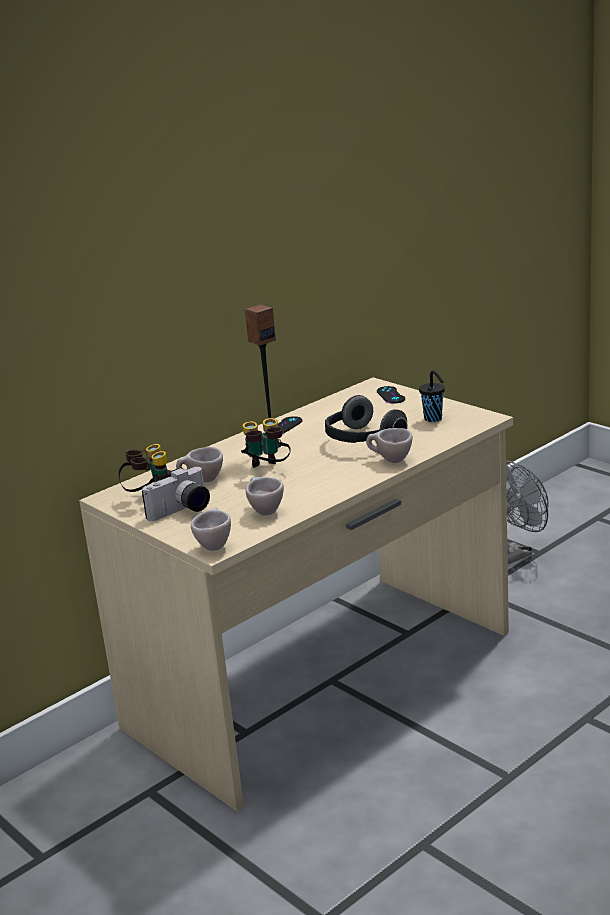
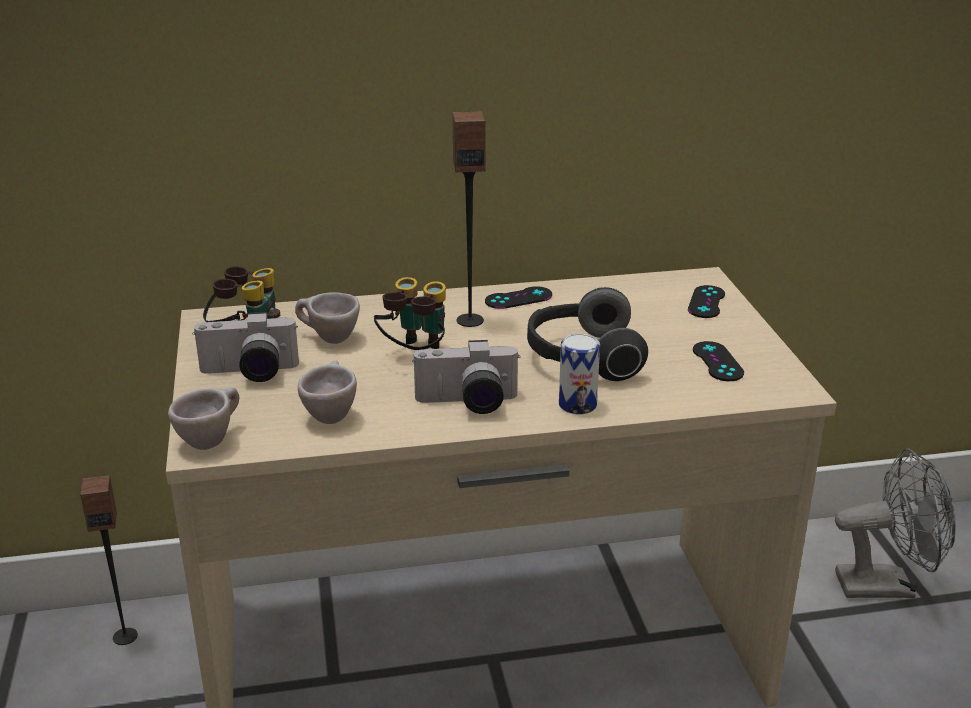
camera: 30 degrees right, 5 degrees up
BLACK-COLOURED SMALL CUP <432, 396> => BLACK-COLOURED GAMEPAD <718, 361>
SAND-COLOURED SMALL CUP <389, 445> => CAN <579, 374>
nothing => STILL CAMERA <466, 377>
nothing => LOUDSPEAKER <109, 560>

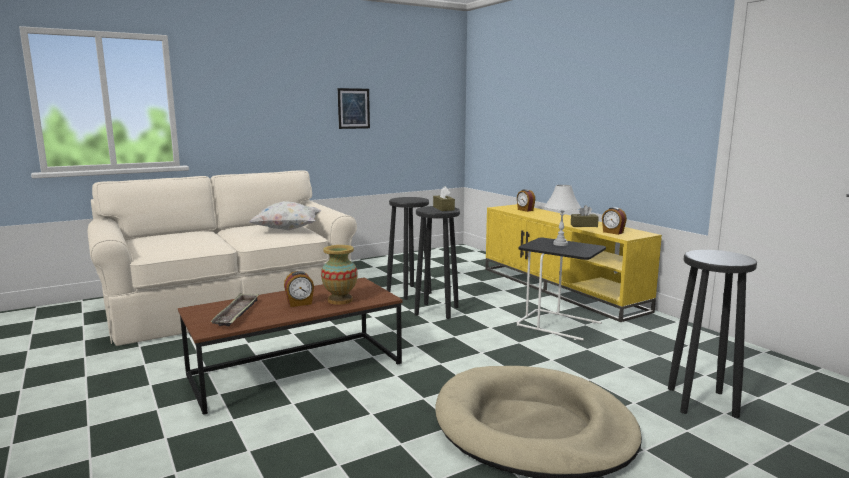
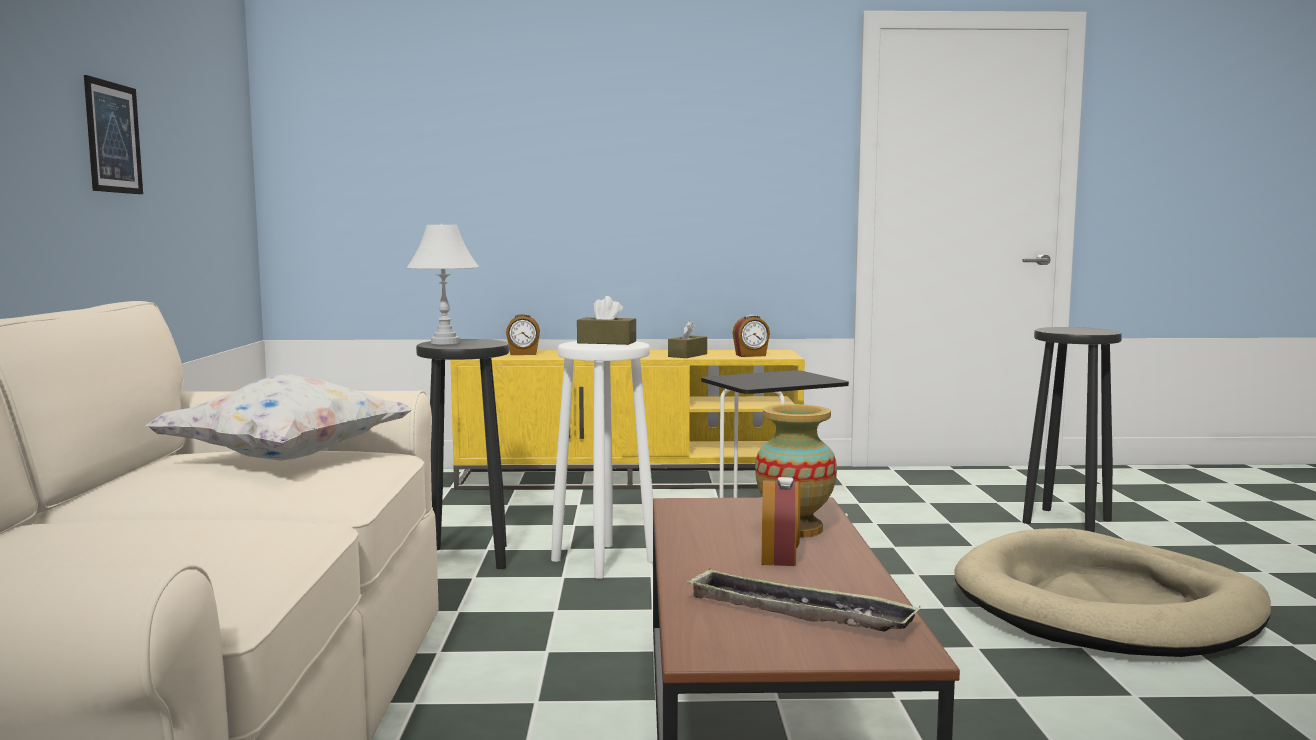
camera: 60 degrees left, 5 degrees down
WHITISH TABLETOP LAMP <562, 215> => WHITISH TABLETOP LAMP <443, 284>, moved
BLACK-COLOURED STOOL <437, 262> => WHITISH STOOL <602, 460>

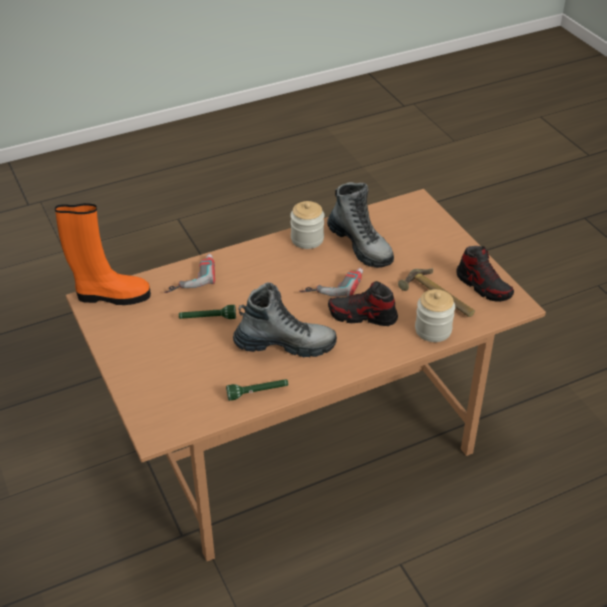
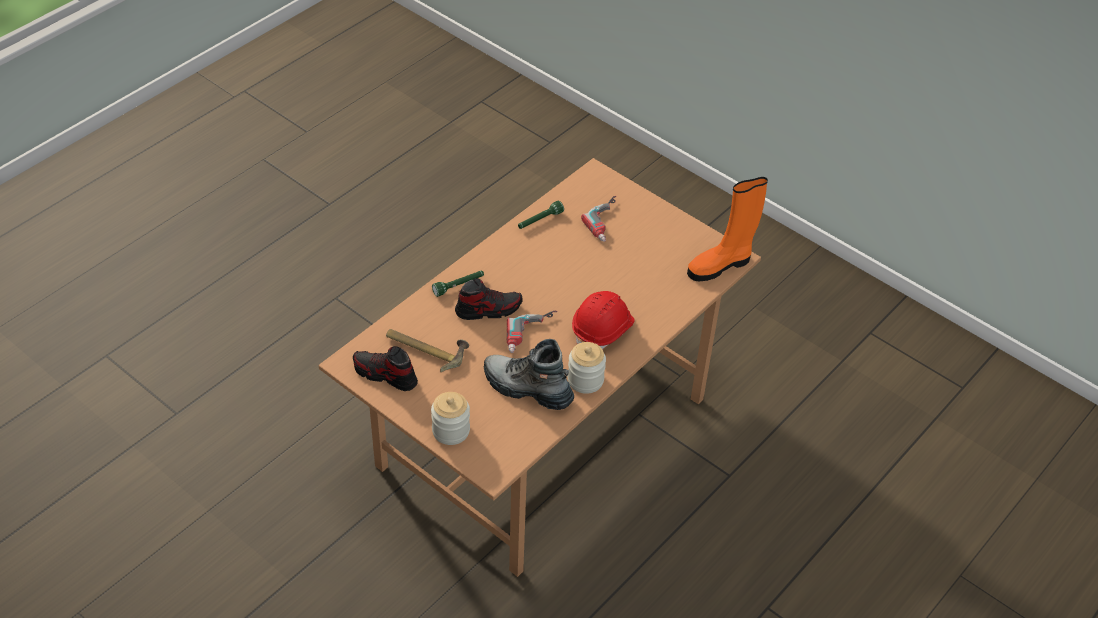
camera: 155 degrees right, 5 degrees up
POWER DRILL <189, 273> => POWER DRILL <598, 219>, moved
HIGH-TOP BOOT <285, 319> => nothing
PRESERVE JAR <435, 315> => PRESERVE JAR <450, 418>, moved
GREEN-COLOURED FLASHLIGHT <207, 312> => GREEN-COLOURED FLASHLIGHT <458, 284>, moved
nothing => REDDISH HARD HAT <603, 320>

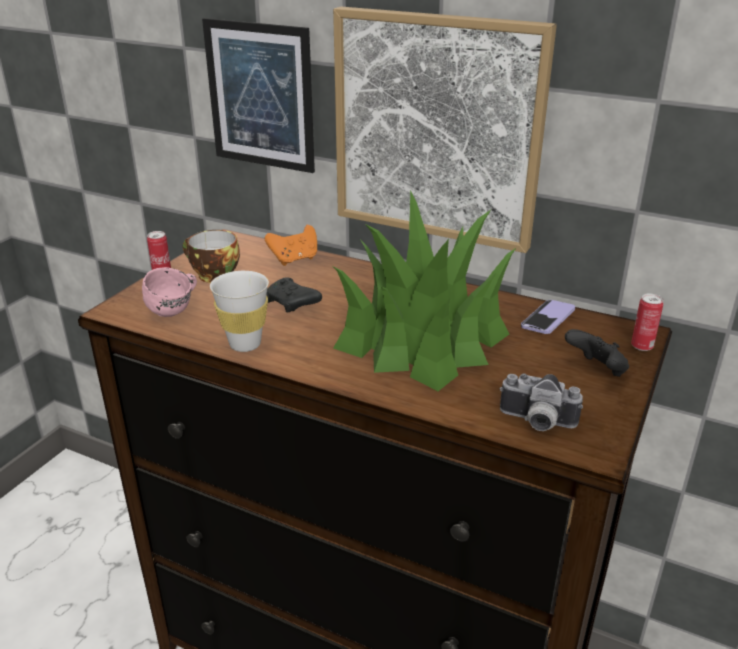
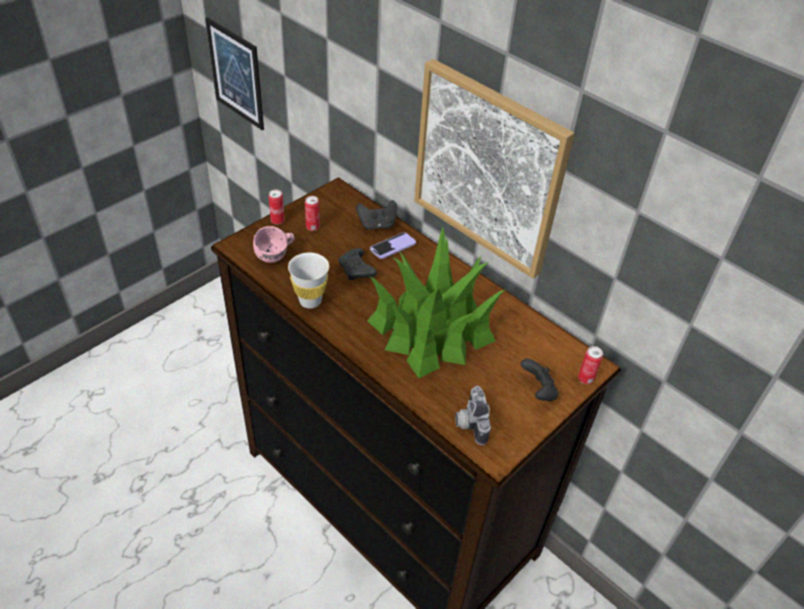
camera: 15 degrees right, 15 degrees up
WALL ART <258, 95> => WALL ART <234, 73>, moved
ORANGE GAMEPAD <291, 245> => BLACK-COLOURED GAMEPAD <376, 215>
SMALL CUP <211, 256> => CAN <312, 213>
PHONE <548, 317> => PHONE <393, 245>, moved
STILL CAMERA <541, 402> => STILL CAMERA <473, 415>, 45 degrees clockwise

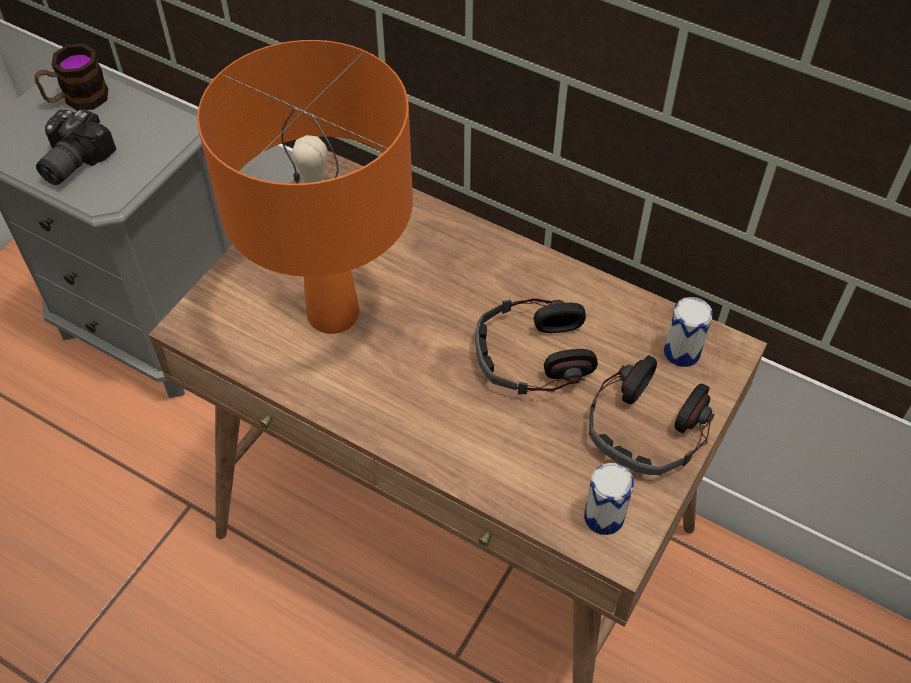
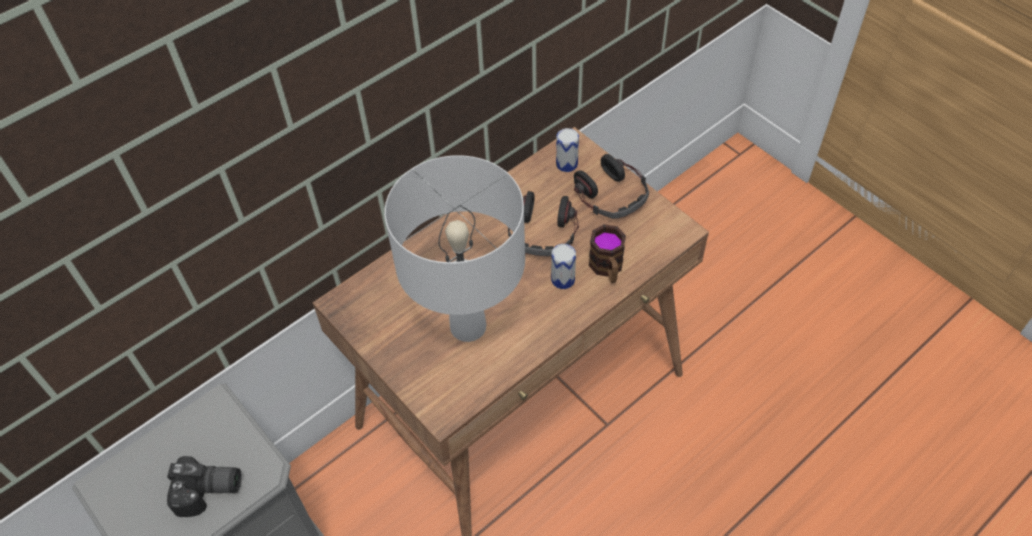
camera: 70 degrees left, 0 degrees up
ORANGE TABLETOP LAMP <305, 187> => WHITISH TABLETOP LAMP <454, 248>
TEA MUG <71, 77> => TEA MUG <607, 253>, moved
STILL CAMERA <76, 147> => STILL CAMERA <204, 486>, 45 degrees counterclockwise
CAN <609, 499> => CAN <563, 266>, moved

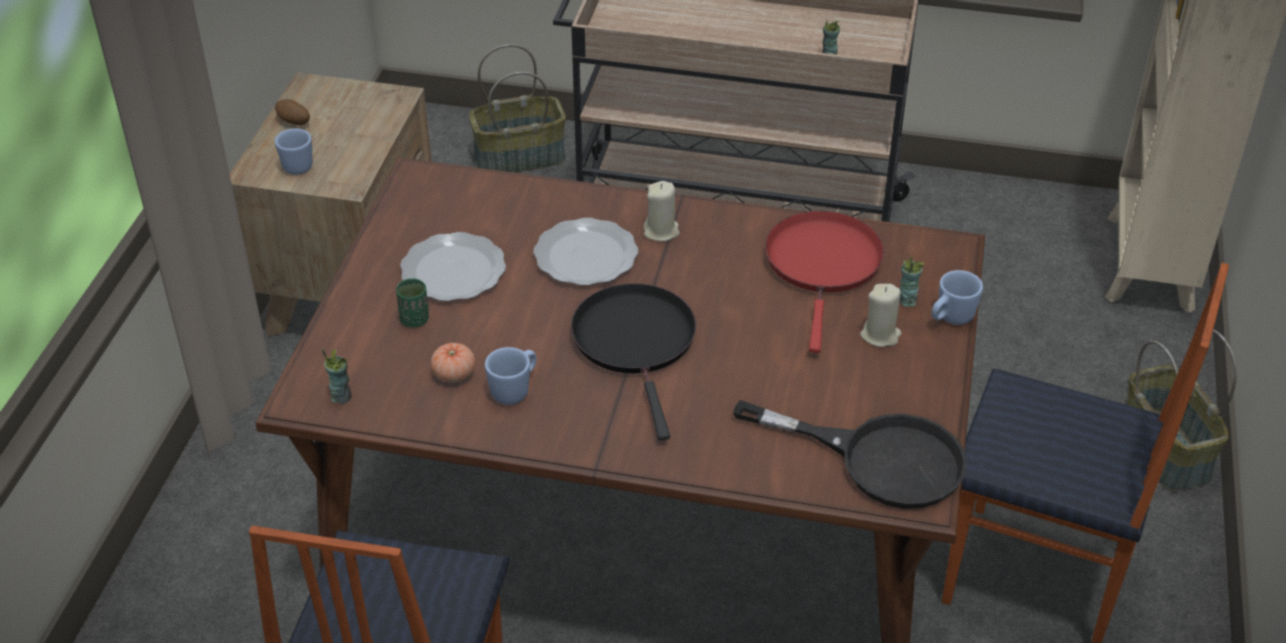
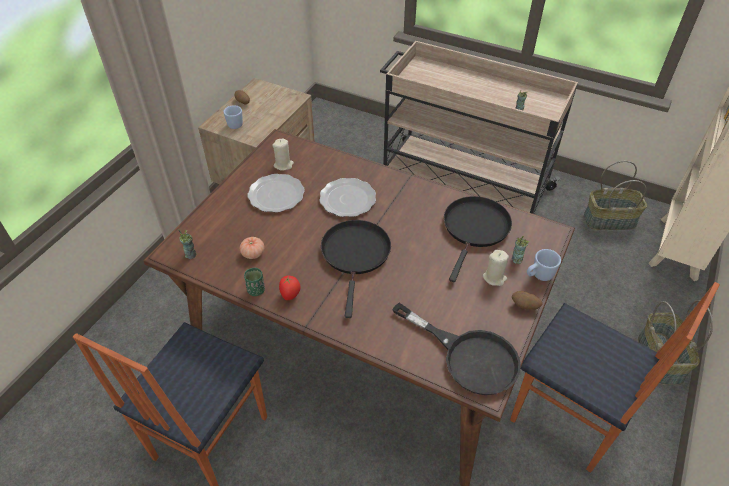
camera: 15 degrees right, 5 degrees up
BASKET <517, 108> => BASKET <615, 195>, moved
SAND-COLOURED WAX CANDLE <662, 211> => SAND-COLOURED WAX CANDLE <283, 155>, moved
REDDISH PAN <824, 282> => BLACK-COLOURED PAN <478, 239>
GREEN-COLOURED SMALL CUP <412, 302> => GREEN-COLOURED SMALL CUP <254, 282>, moved
BLUE-COLOURED TEA MUG <511, 376> => nothing
nothing => TOMATO <290, 287>
nothing => SPUD <527, 300>

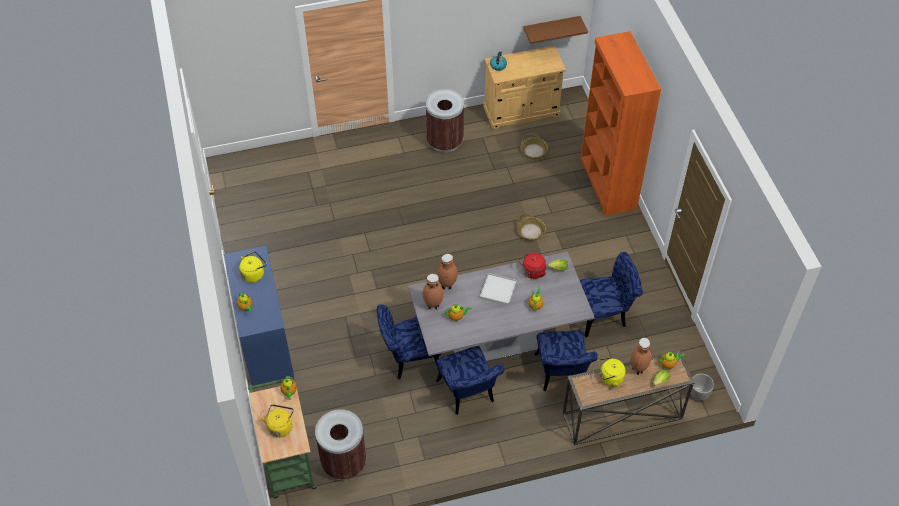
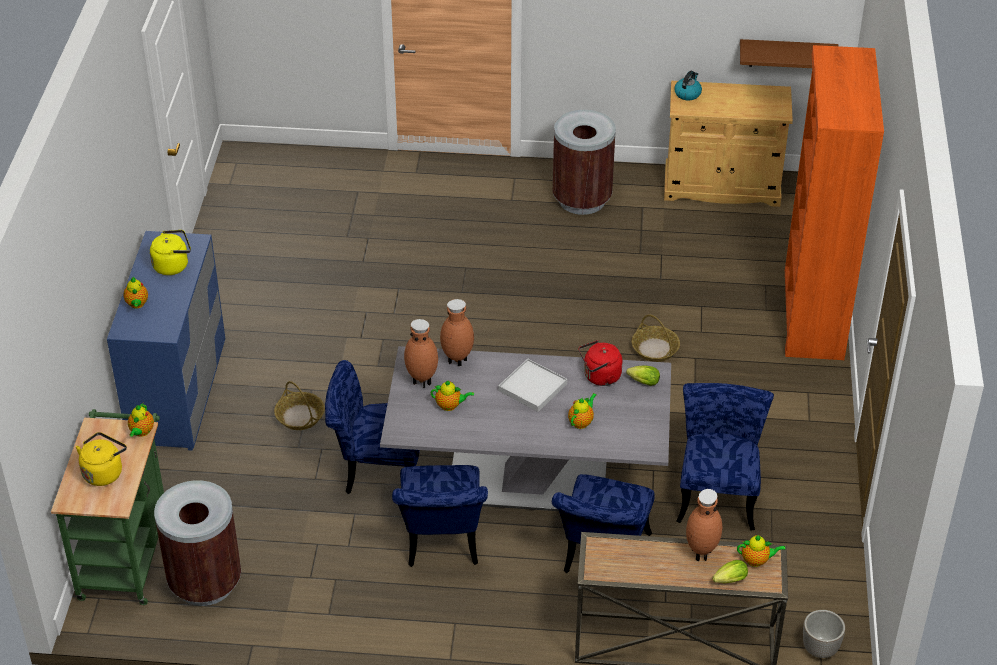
camera: 20 degrees right, 10 degrees down
BASKET <534, 146> => BASKET <299, 405>, moved
BLUE-COLOURED PLAIN CHAIR <611, 294> => BLUE-COLOURED PLAIN CHAIR <725, 457>, 90 degrees counterclockwise
YELLOW-COLOURED KETTLE <612, 372> => nothing

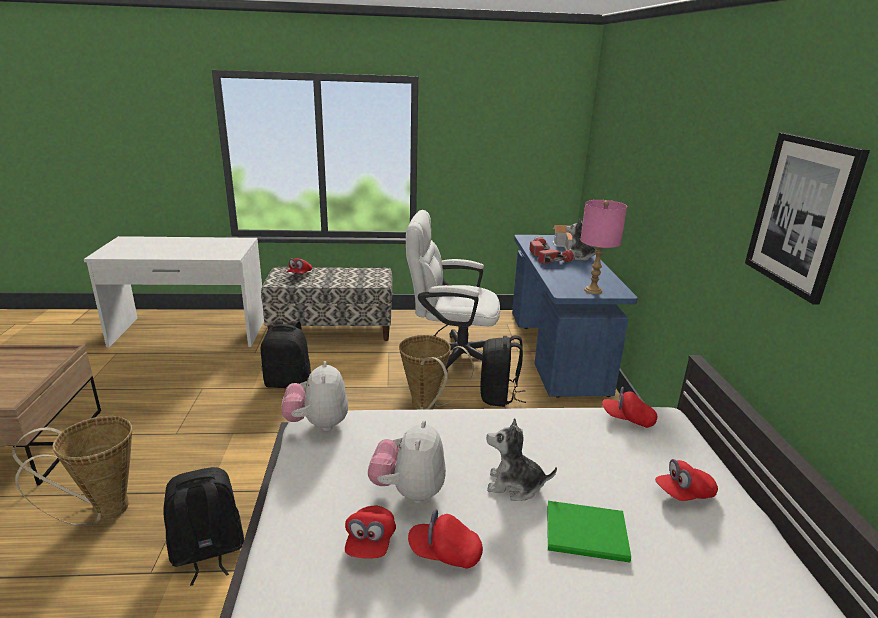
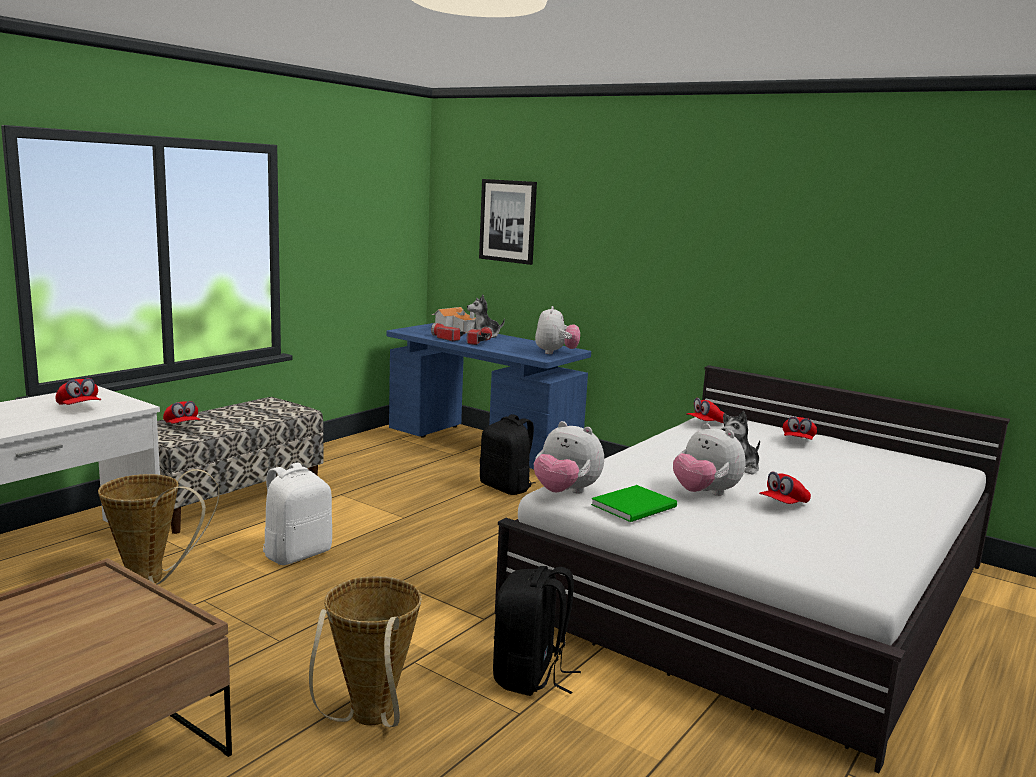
camera: 50 degrees left, 10 degrees down
WALL ART <807, 218> => WALL ART <508, 222>, moved
PINK TABLETOP LAMP <603, 247> => PLUSH TOY <557, 330>
WHITISH OFFICE CHAIR <453, 291> => nothing
BLACK-COLOURED RUCKSACK <286, 354> => WHITISH RUCKSACK <297, 513>
BASKET <436, 372> => BASKET <159, 526>, moved
GREEN-COLOURED BOUND BOOK <589, 532> => GREEN-COLOURED BOUND BOOK <634, 503>, moved
REDDISH PEAKED CAP <370, 532> => REDDISH PEAKED CAP <78, 391>, moved

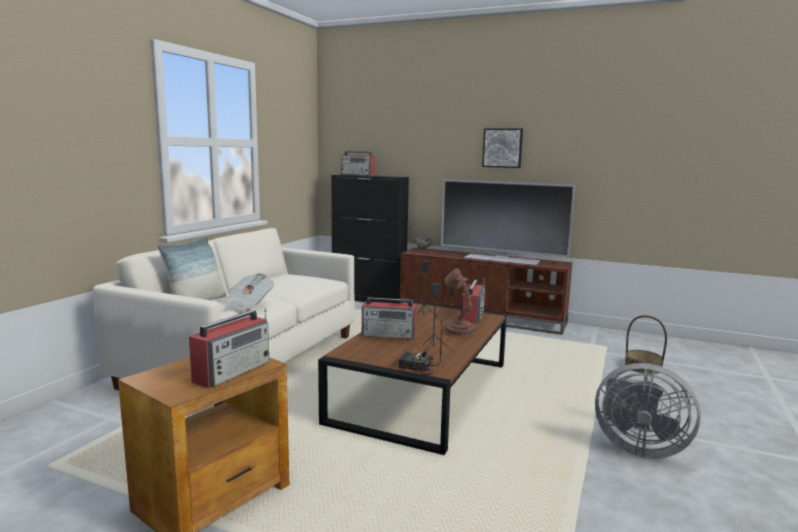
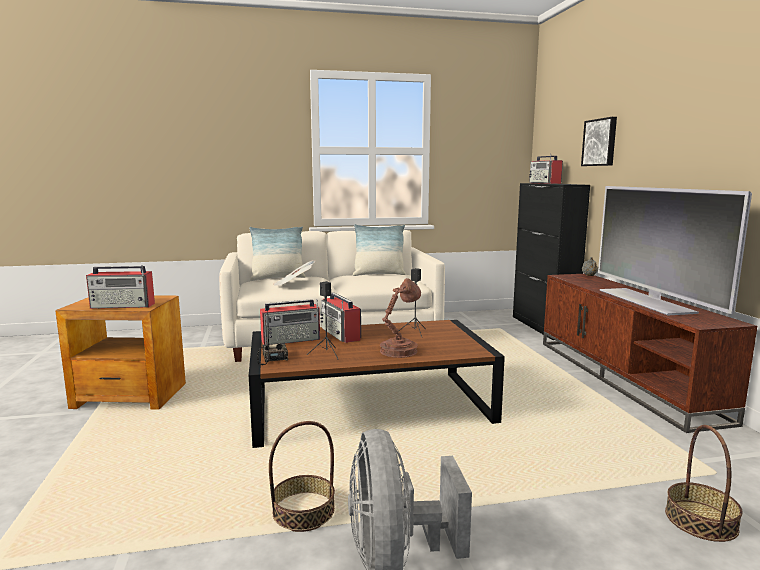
camera: 55 degrees right, 0 degrees up
WALL ART <502, 148> => WALL ART <599, 141>, moved
RADIO <474, 301> => RADIO <290, 322>, moved
nothing => CUSHION <379, 250>
nothing => BASKET <302, 476>

